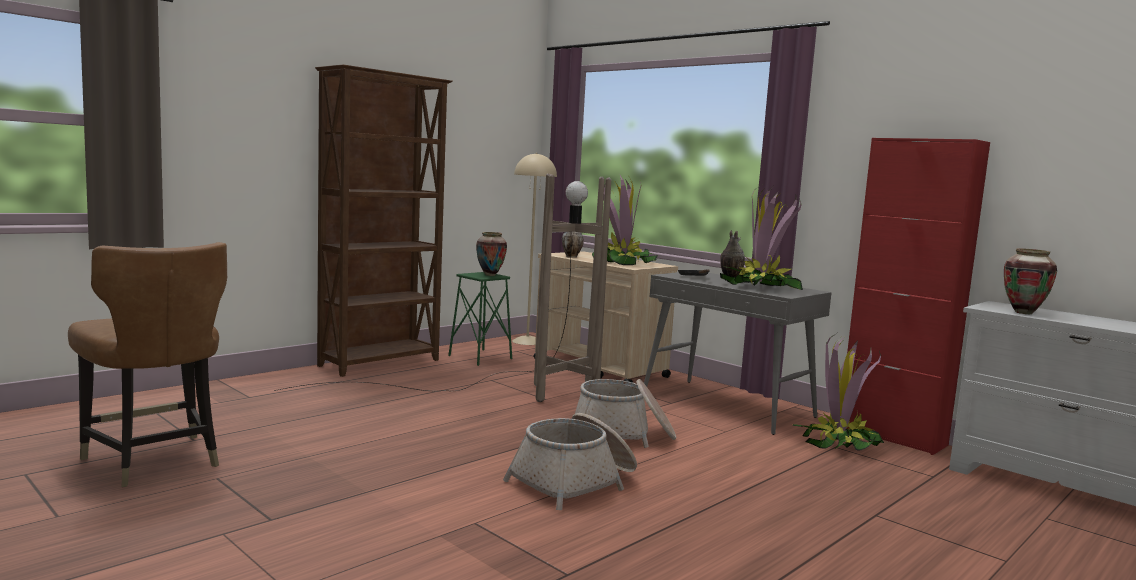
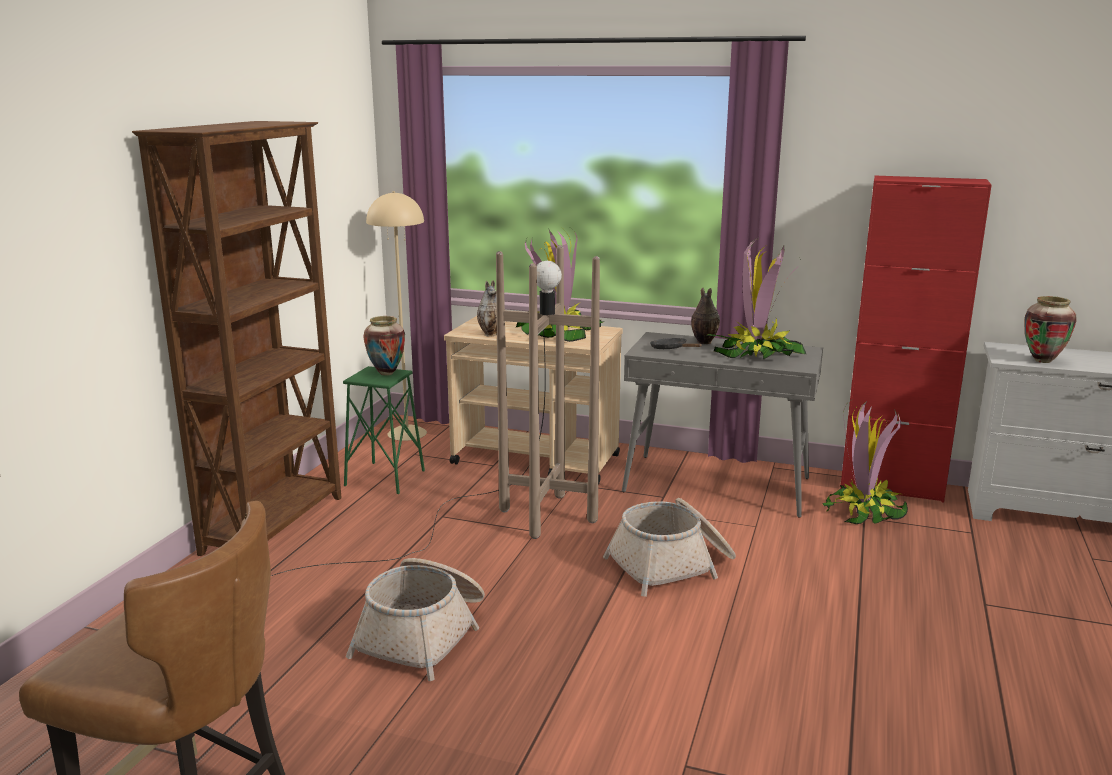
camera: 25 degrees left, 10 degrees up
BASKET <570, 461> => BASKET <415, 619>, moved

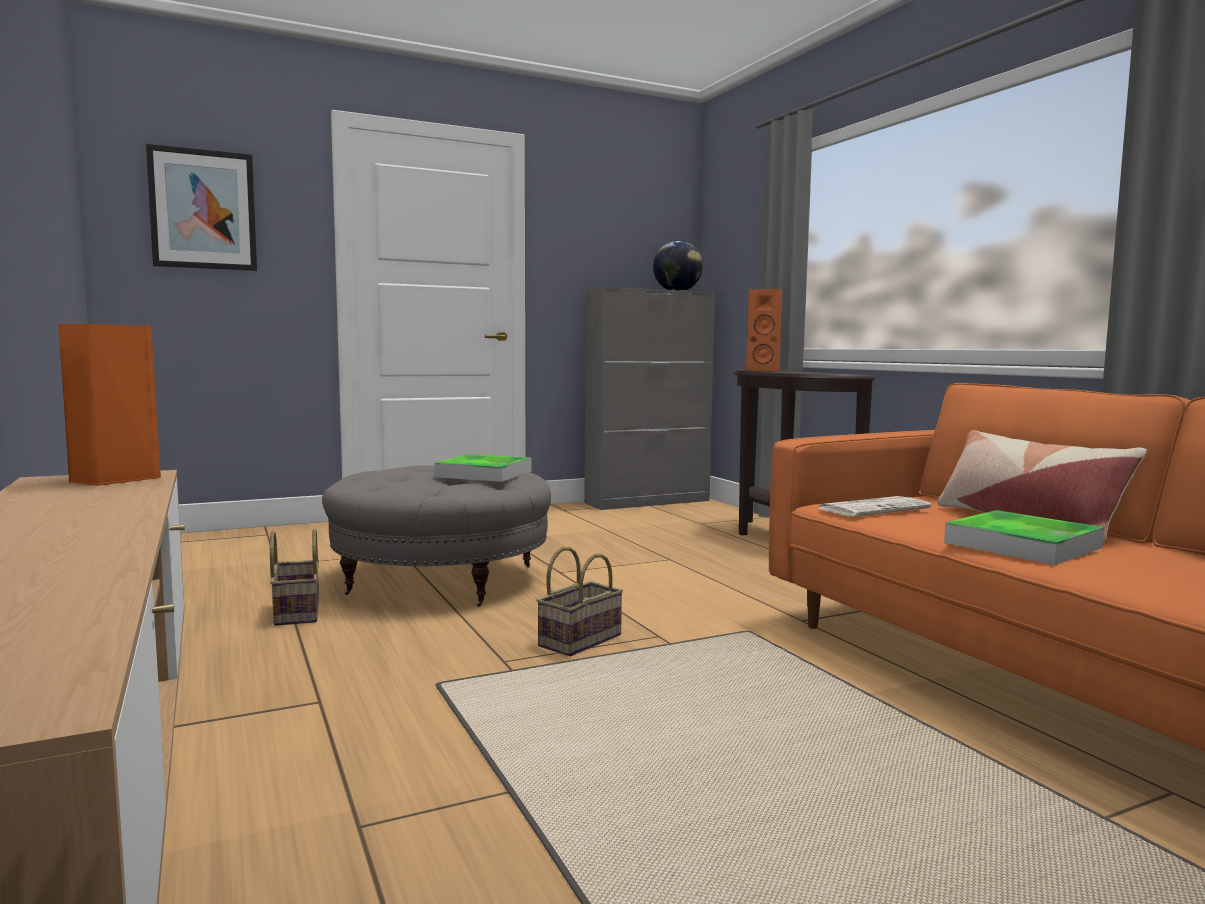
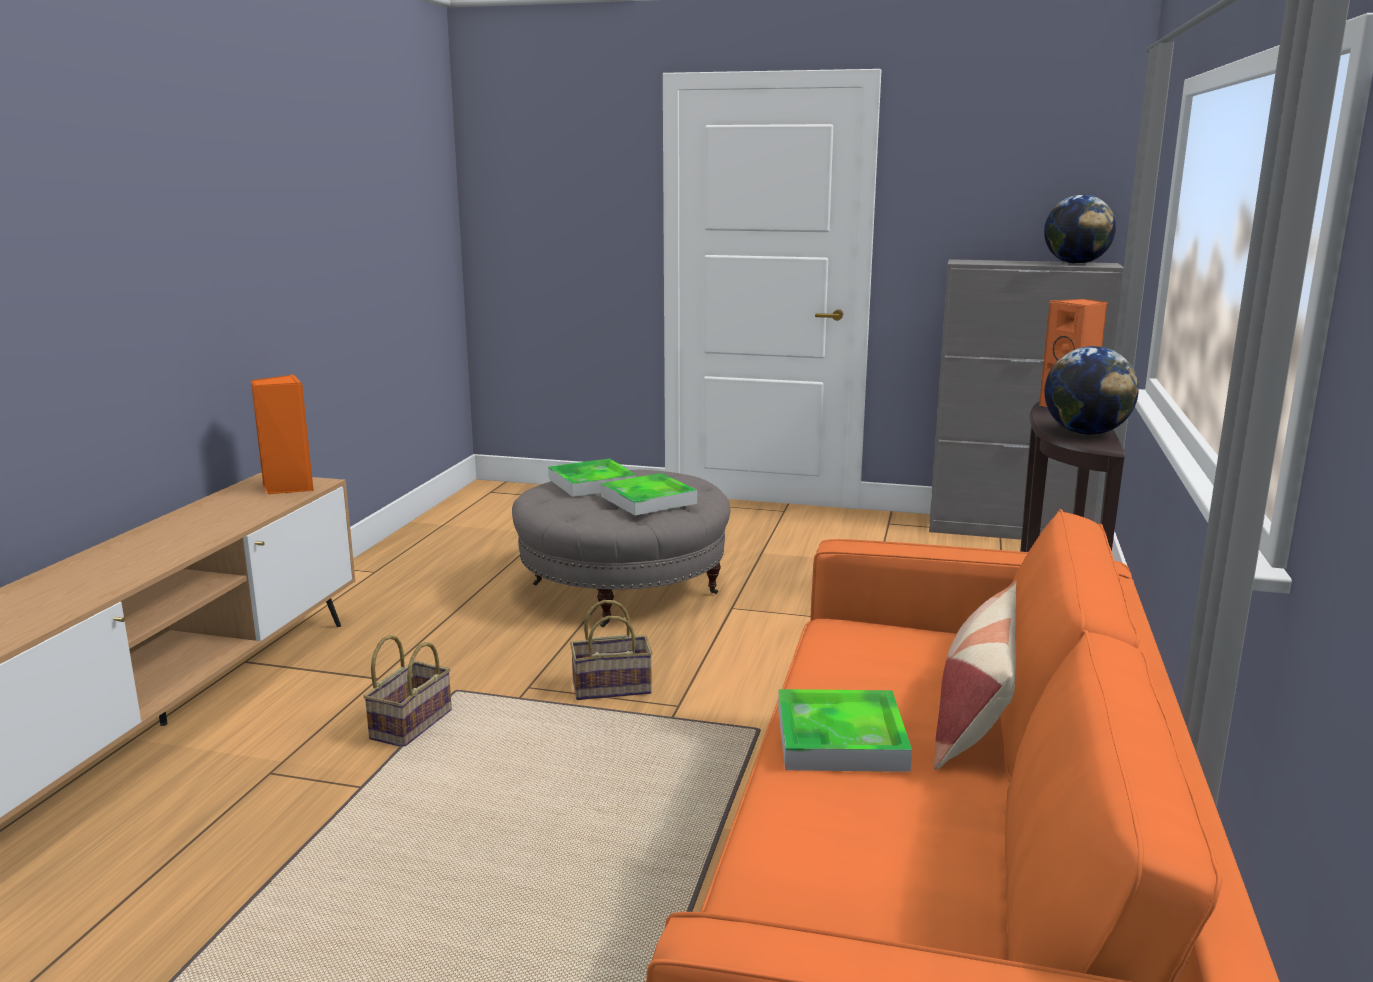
camera: 40 degrees right, 10 degrees up
WALL ART <201, 207> => nothing
NEWSPAPER <874, 506> => nothing
BASKET <294, 577> => BASKET <407, 691>, moved
nothing => GLOBE <1091, 390>
nothing => TRAY <592, 478>

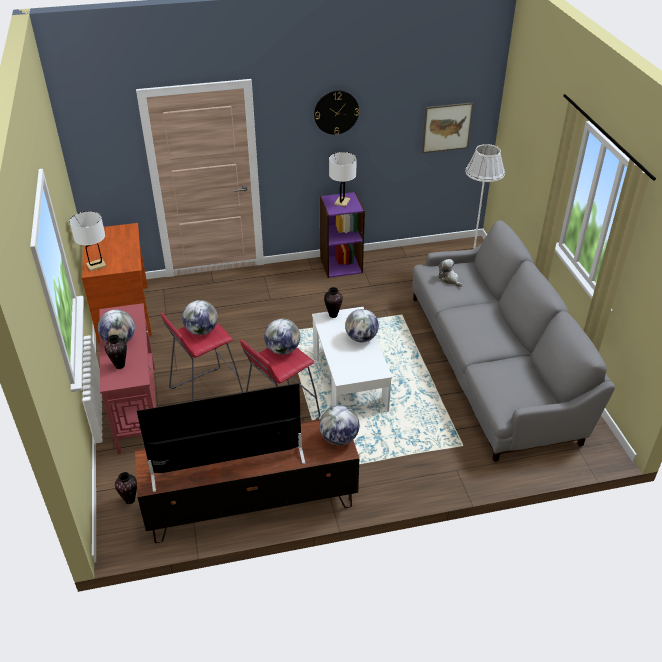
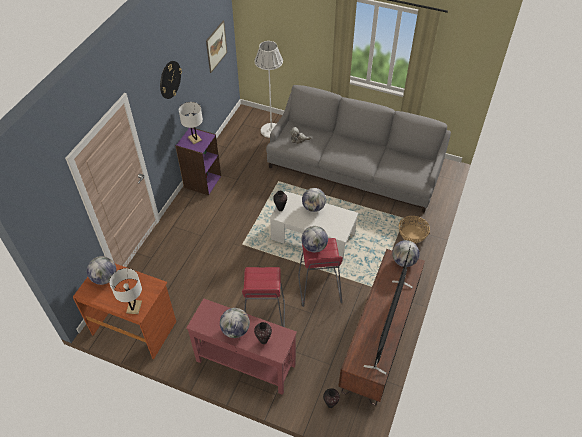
camera: 55 degrees left, 10 degrees up
GLOBE <200, 317> => GLOBE <101, 270>, moved
nothing => BASKET <414, 229>

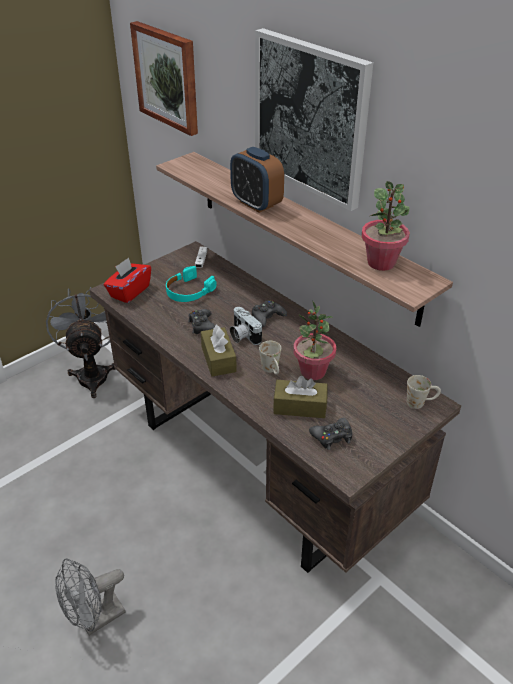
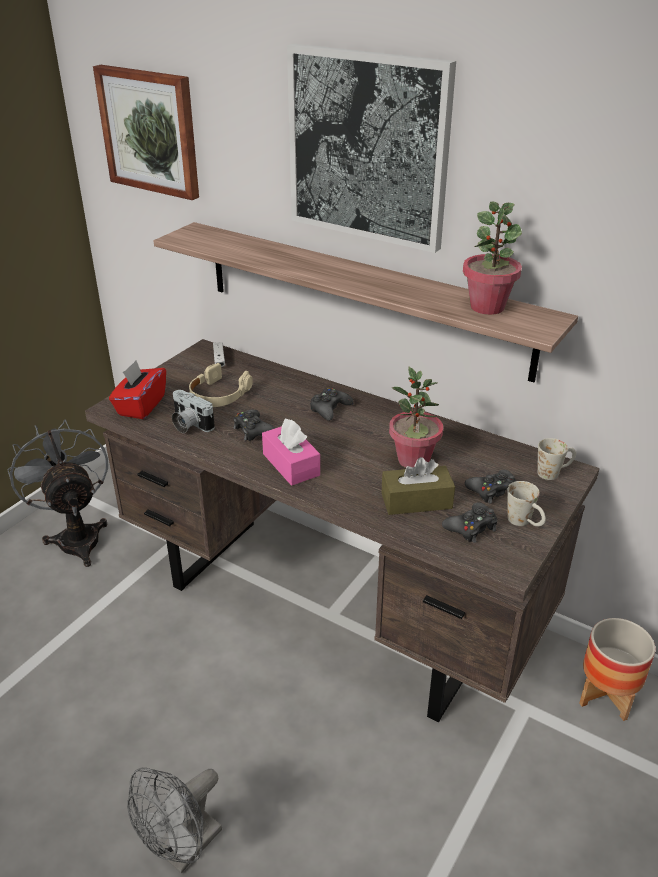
camera: 15 degrees left, 5 degrees down
TABLE CLOCK <257, 180> => nothing
BLUE-GREEN HEADSET <191, 284> => SAND-COLOURED HEADSET <221, 385>
STILL CAMERA <246, 326> => STILL CAMERA <193, 411>, moved
BROWN TISSUE HOLDER <219, 350> => PINK TISSUE HOLDER <291, 452>
WHITISH TEA MUG <270, 358> => WHITISH TEA MUG <526, 503>, moved
nothing => BLACK-COLOURED GAMEPAD <490, 487>
nothing => FLOWER POT <617, 669>

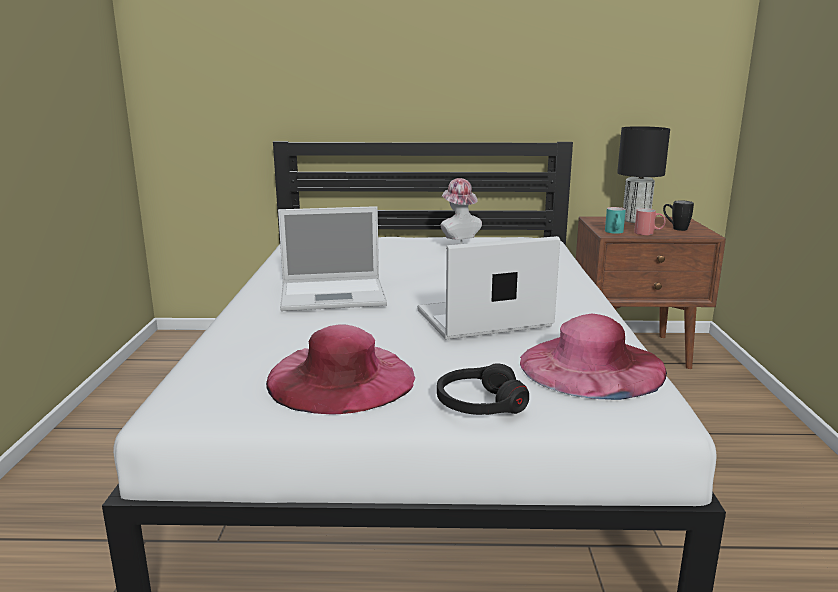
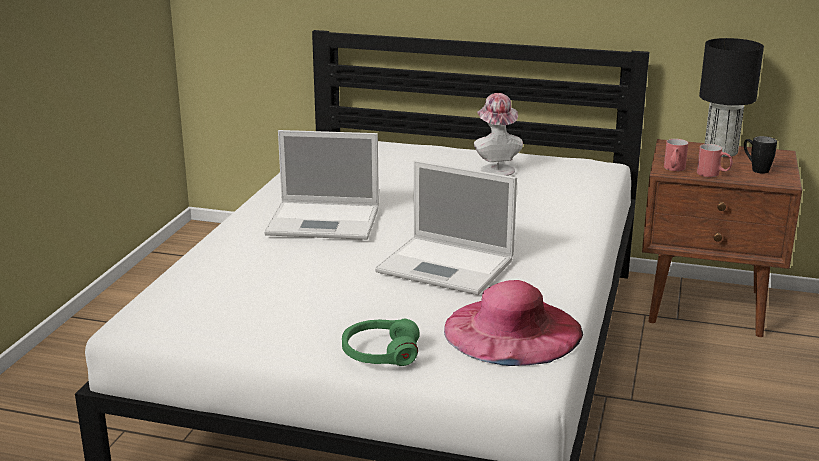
camera: 15 degrees right, 5 degrees up
BLUE-GREEN TEA MUG <615, 220> => REDDISH TEA MUG <676, 155>
LAPTOP <488, 287> => LAPTOP <446, 227>, 150 degrees counterclockwise
PINK HAT <340, 369> => nothing
BLACK-COLOURED HEADSET <483, 389> => GREEN-COLOURED HEADSET <381, 342>

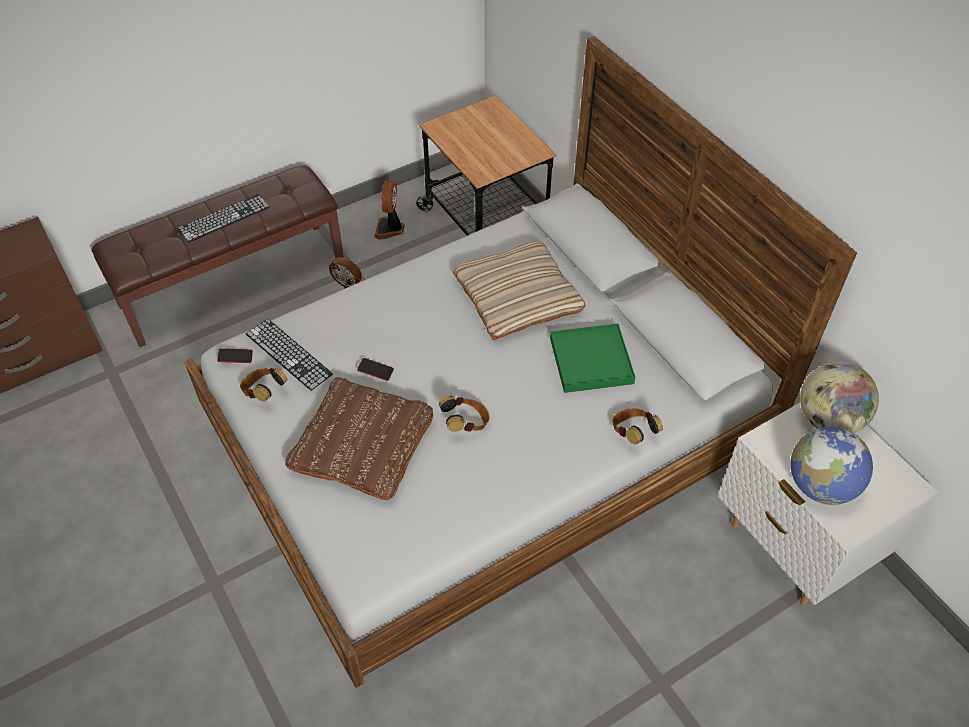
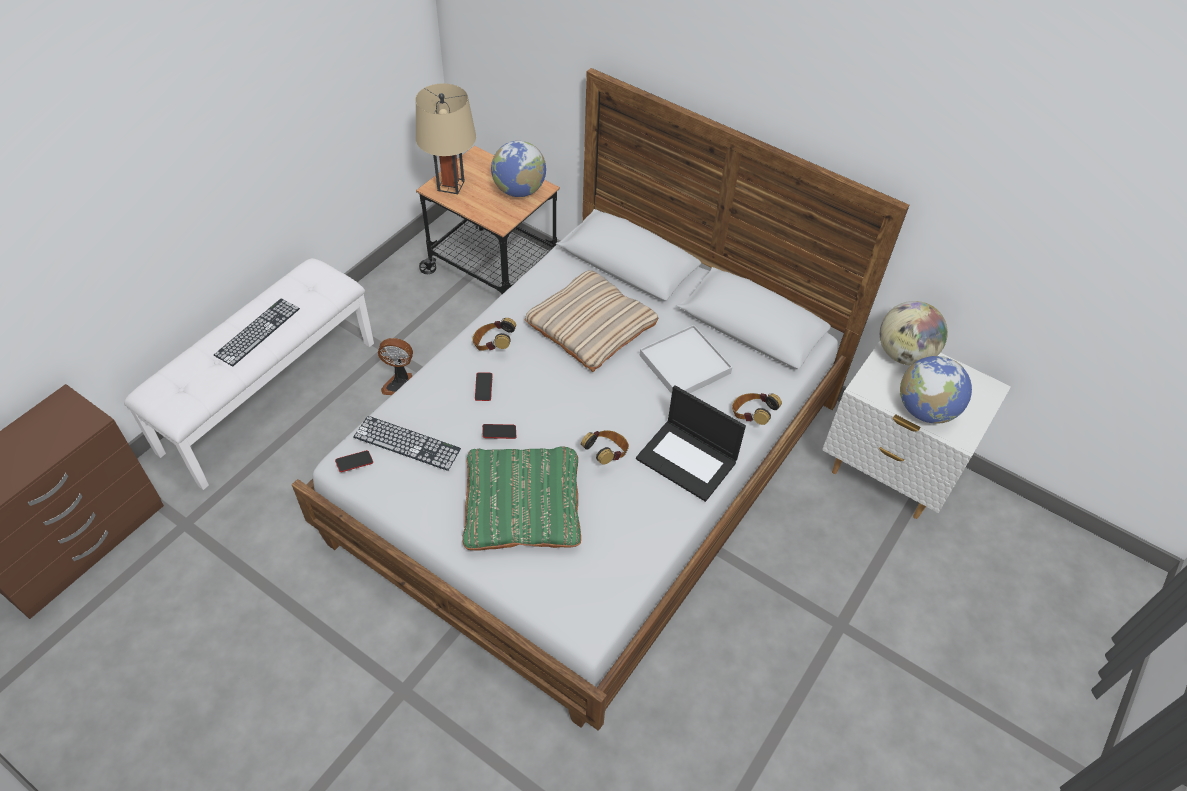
camera: 25 degrees left, 0 degrees up
BROWN BENCH <217, 256> => WHITISH BENCH <249, 374>
ELECTRIC FAN <389, 210> => nothing
GREEN-COLOURED TRAY <592, 358> => WHITISH TRAY <685, 359>
HEADSET <264, 384> => HEADSET <494, 334>, moved
BROWN CUSHION <359, 438> => GREEN-COLOURED CUSHION <521, 498>
nothing => SAND-COLOURED TABLETOP LAMP <446, 138>
nothing => GLOBE <518, 169>
nothing => PHONE <483, 387>
nothing => LAPTOP <691, 443>

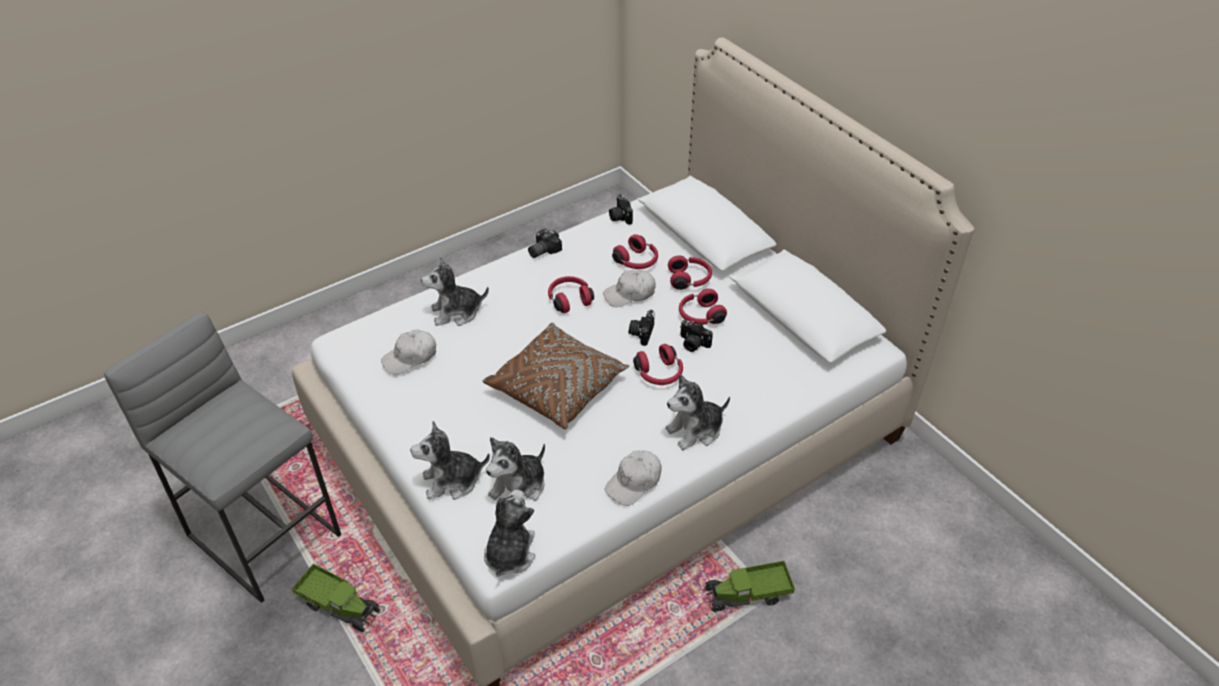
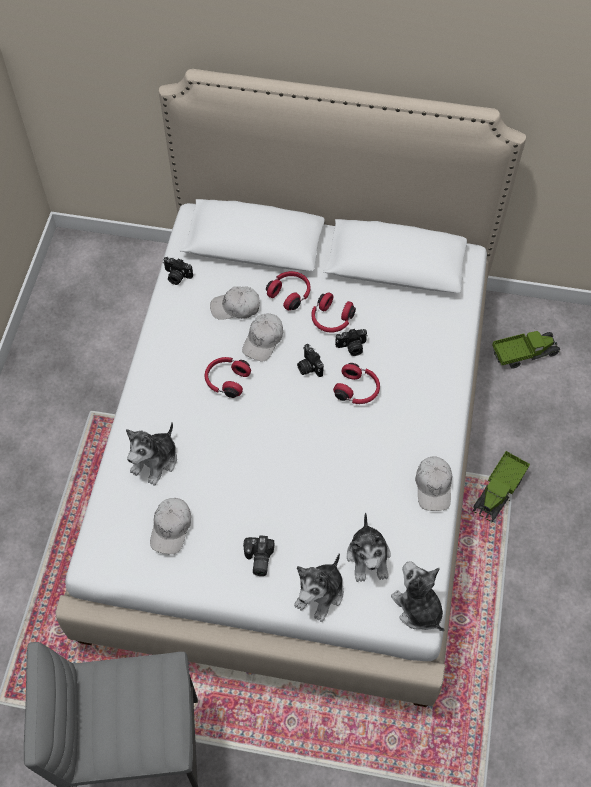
camera: 45 degrees left, 15 degrees up
STILL CAMERA <545, 243> => STILL CAMERA <258, 555>, moved
REDDISH HEADSET <635, 251> => WHITISH PEAKED CAP <235, 303>
BROWN CUSHION <556, 376> => nothing
PLUSH TOY <697, 412> => nothing
TOY LORRY <336, 597> => TOY LORRY <526, 350>, moved

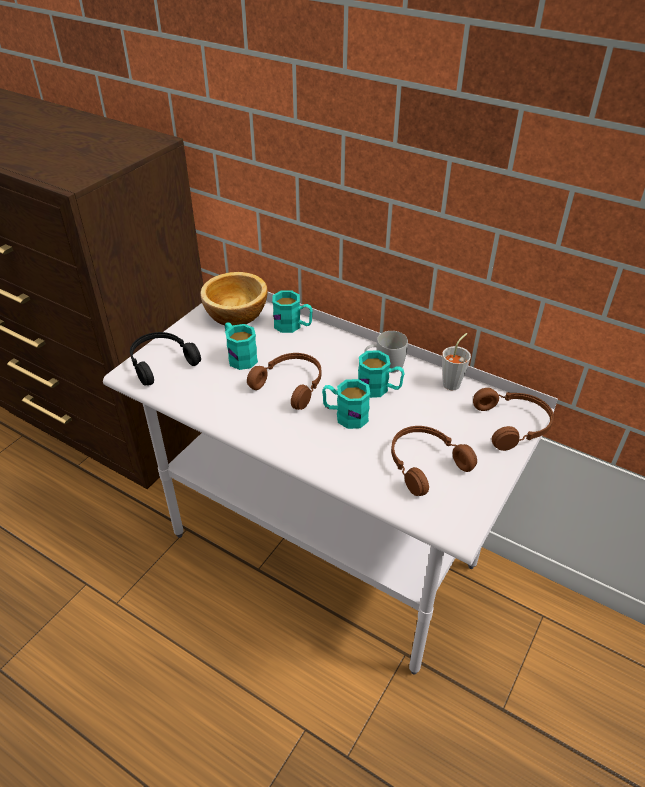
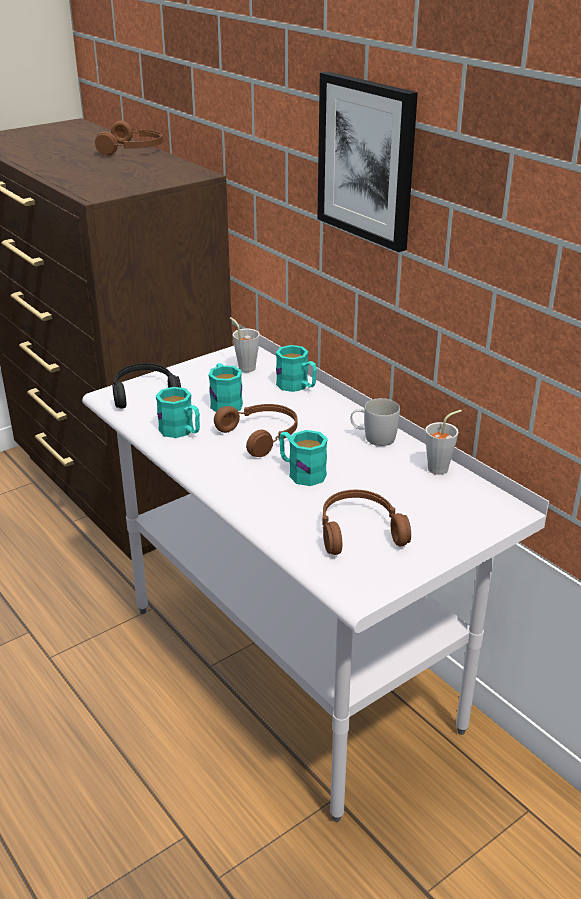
camera: 20 degrees right, 10 degrees down
SERVING BOWL <234, 298> => GRAY SMALL CUP <245, 344>
BLUE-GREEN TEA MUG <381, 374> => BLUE-GREEN TEA MUG <178, 412>, moved
BROWN HEADSET <513, 419> => BROWN HEADSET <129, 138>, moved
nothing => WALL ART <367, 161>

